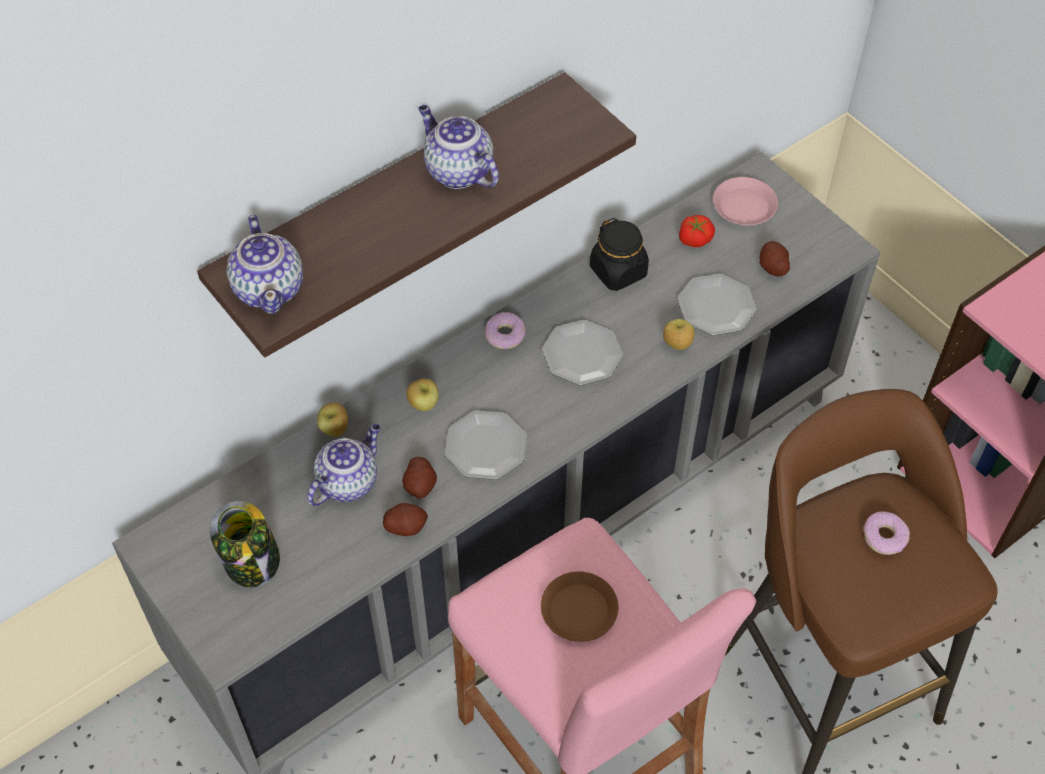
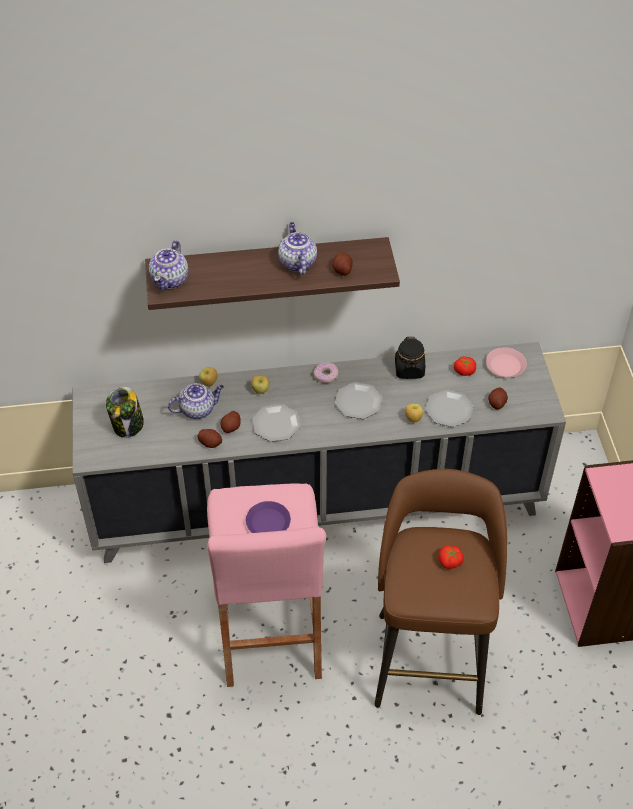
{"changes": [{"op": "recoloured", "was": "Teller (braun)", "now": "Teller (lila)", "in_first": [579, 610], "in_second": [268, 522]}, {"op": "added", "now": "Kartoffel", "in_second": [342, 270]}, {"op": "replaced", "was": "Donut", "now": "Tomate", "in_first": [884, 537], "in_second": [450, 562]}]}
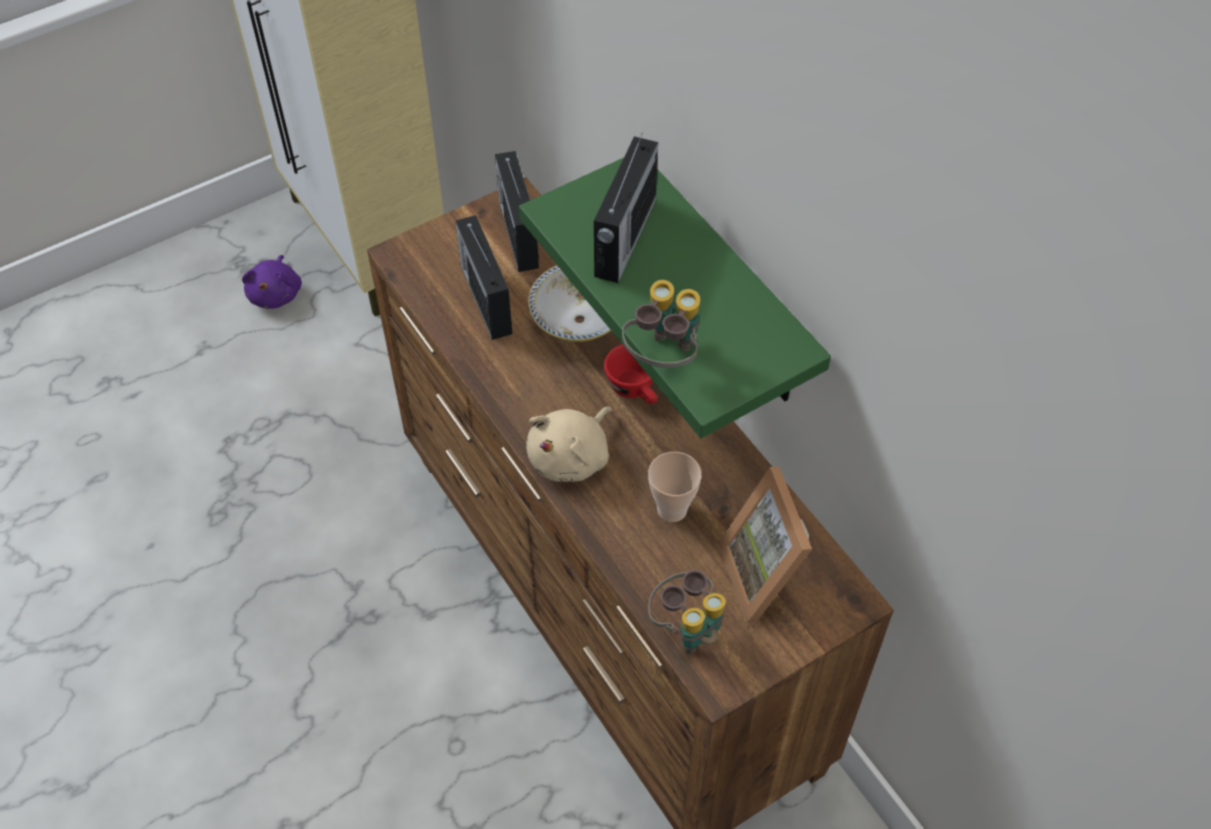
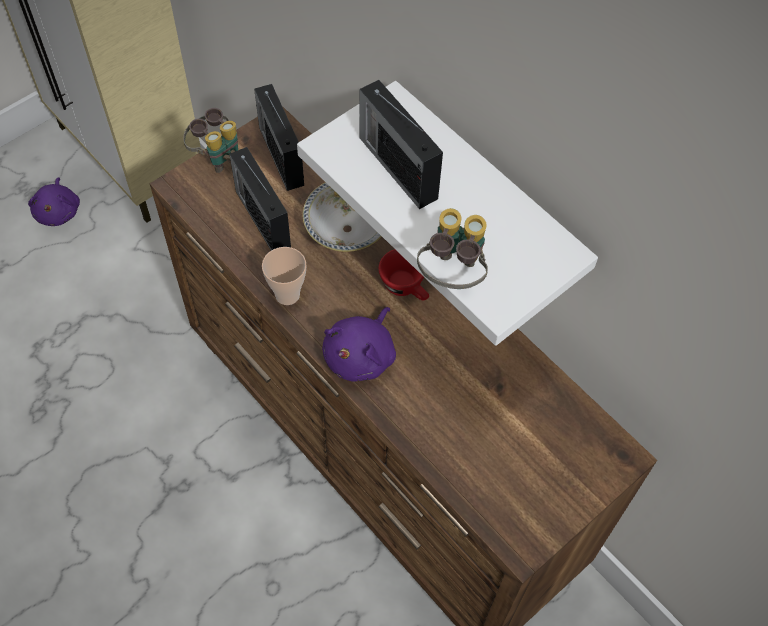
{"changes": [{"op": "moved", "was": "Fernglas", "in_first": [687, 628], "in_second": [217, 156]}, {"op": "moved", "was": "Tasse", "in_first": [672, 509], "in_second": [287, 294]}, {"op": "recoloured", "was": "Wandregal (grün)", "now": "Wandregal (weiß)", "in_first": [726, 287], "in_second": [486, 197]}, {"op": "recoloured", "was": "Plüschtier (beige)", "now": "Plüschtier (lila)", "in_first": [572, 457], "in_second": [361, 355]}, {"op": "turned", "was": "Radio", "in_first": [624, 239], "in_second": [397, 166], "clockwise": 135}, {"op": "removed", "was": "Bilderrahmen", "in_first": [769, 574]}]}
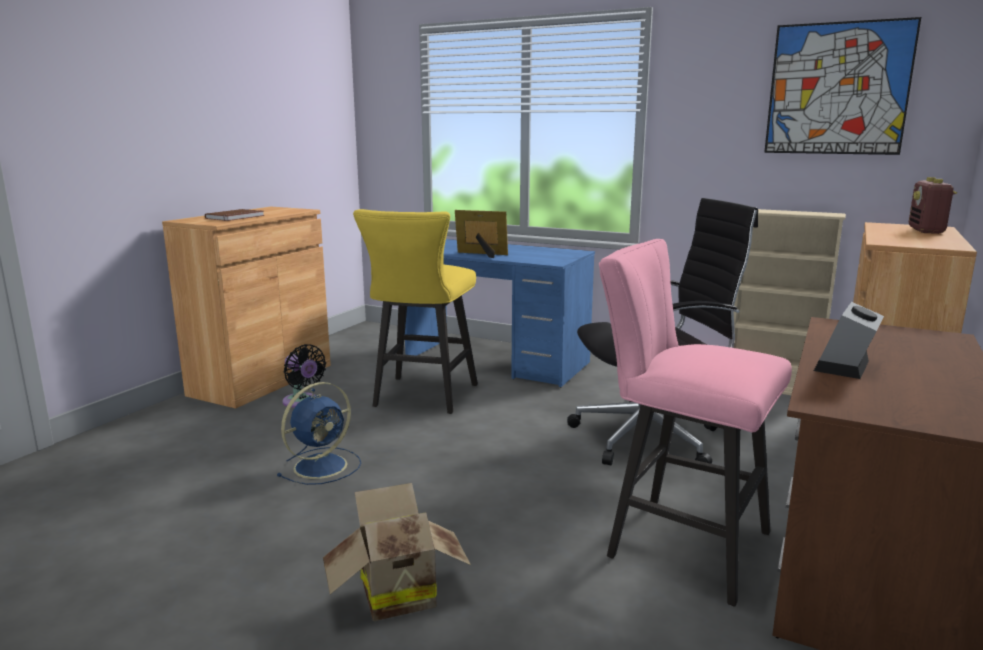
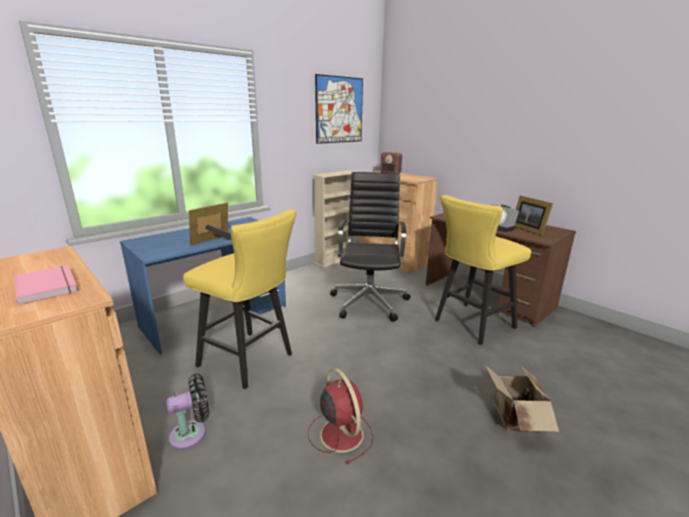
{"changes": [{"op": "recoloured", "was": "Buch (braun)", "now": "Buch (rosa)", "in_first": [236, 217], "in_second": [49, 285]}, {"op": "recoloured", "was": "Ventilator (blau)", "now": "Ventilator (rot)", "in_first": [322, 465], "in_second": [340, 433]}, {"op": "recoloured", "was": "Hocker (rosa)", "now": "Hocker (gelb)", "in_first": [677, 542], "in_second": [470, 325]}, {"op": "added", "now": "Bilderrahmen", "in_second": [528, 229]}]}
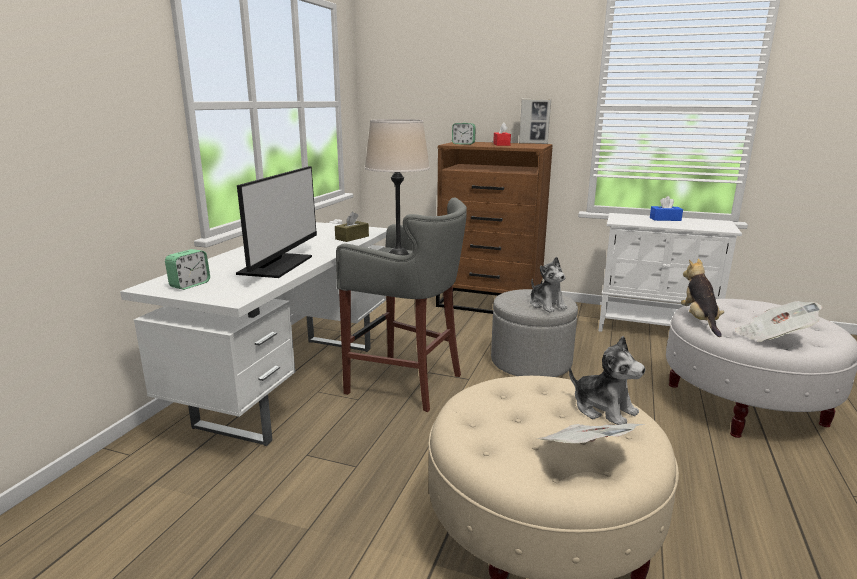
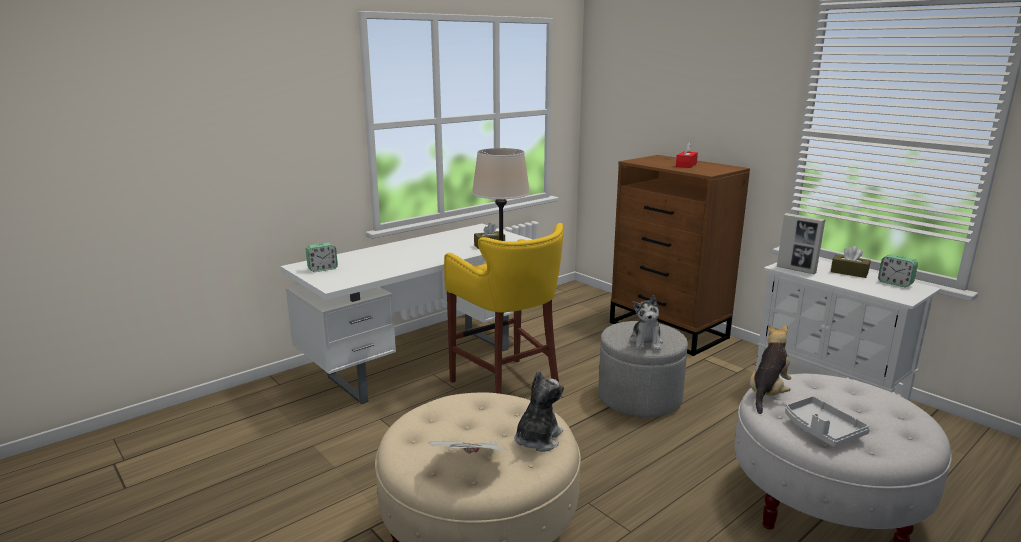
{"changes": [{"op": "recoloured", "was": "Hocker (grau)", "now": "Hocker (gelb)", "in_first": [408, 383], "in_second": [507, 386]}, {"op": "turned", "was": "Plüschtier", "in_first": [603, 409], "in_second": [537, 439], "clockwise": -135}, {"op": "moved", "was": "Bilderrahmen", "in_first": [533, 143], "in_second": [796, 270]}, {"op": "replaced", "was": "Zeitung", "now": "Tablett (grau)", "in_first": [773, 337], "in_second": [821, 430]}, {"op": "recoloured", "was": "Taschentuchbox (blau)", "now": "Taschentuchbox (braun)", "in_first": [665, 219], "in_second": [849, 272]}, {"op": "moved", "was": "Wecker", "in_first": [463, 144], "in_second": [895, 283]}, {"op": "removed", "was": "Monitor", "in_first": [277, 265]}]}
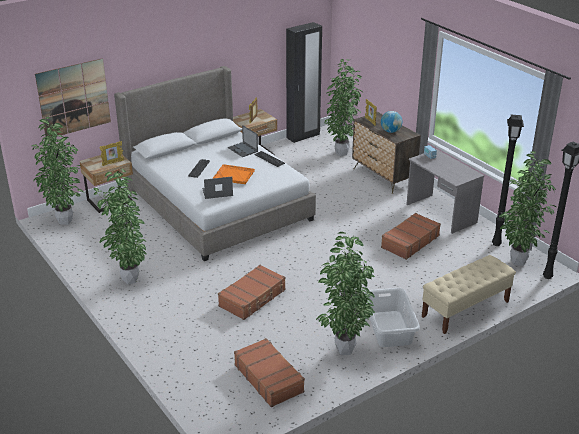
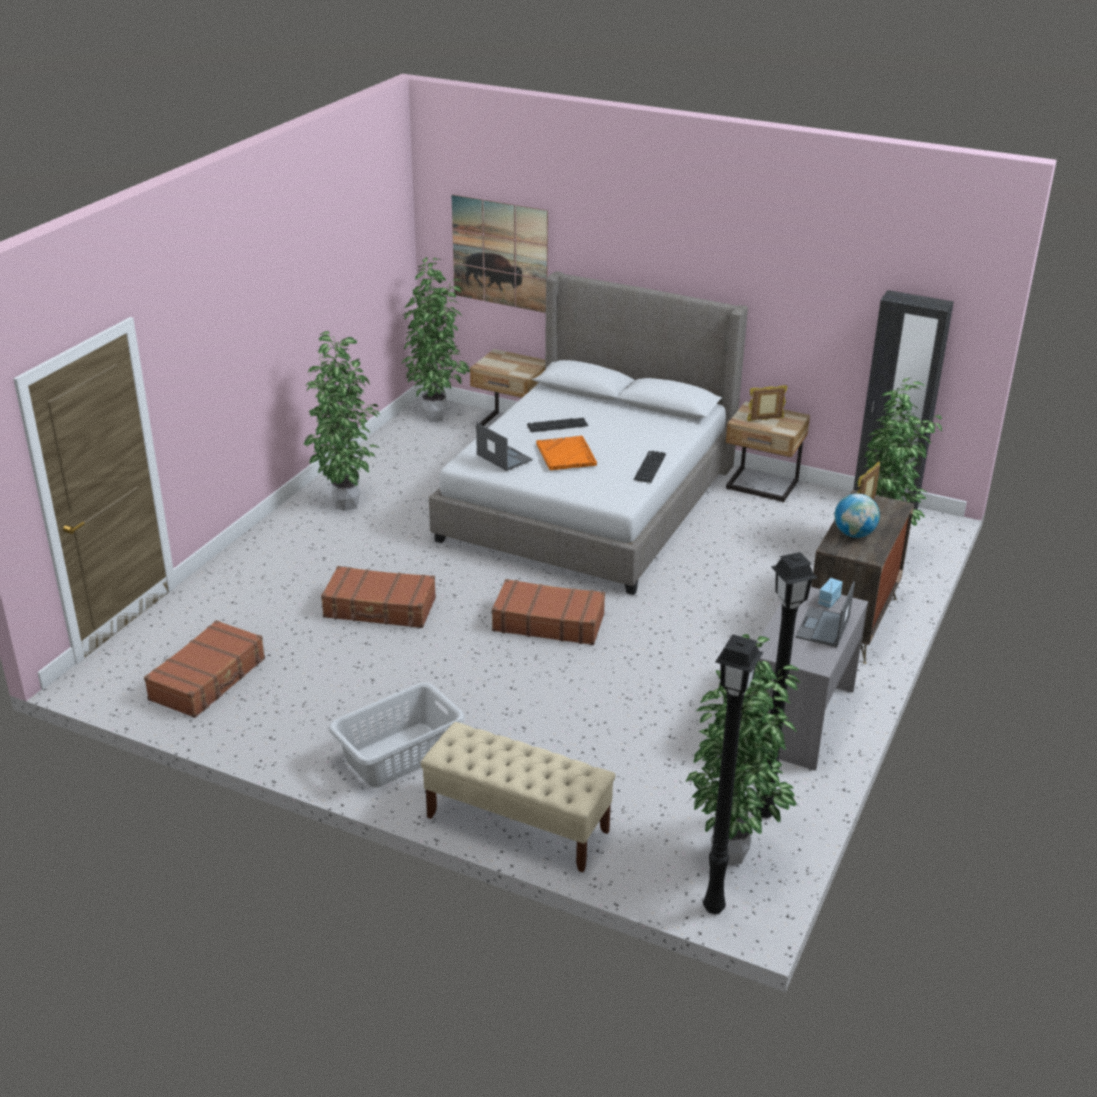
{"changes": [{"op": "moved", "was": "Koffer (braun)", "in_first": [409, 242], "in_second": [548, 622]}, {"op": "moved", "was": "Laptop", "in_first": [243, 150], "in_second": [823, 628]}, {"op": "removed", "was": "Bilderrahmen", "in_first": [113, 163]}, {"op": "removed", "was": "Topfpflanze", "in_first": [343, 351]}]}
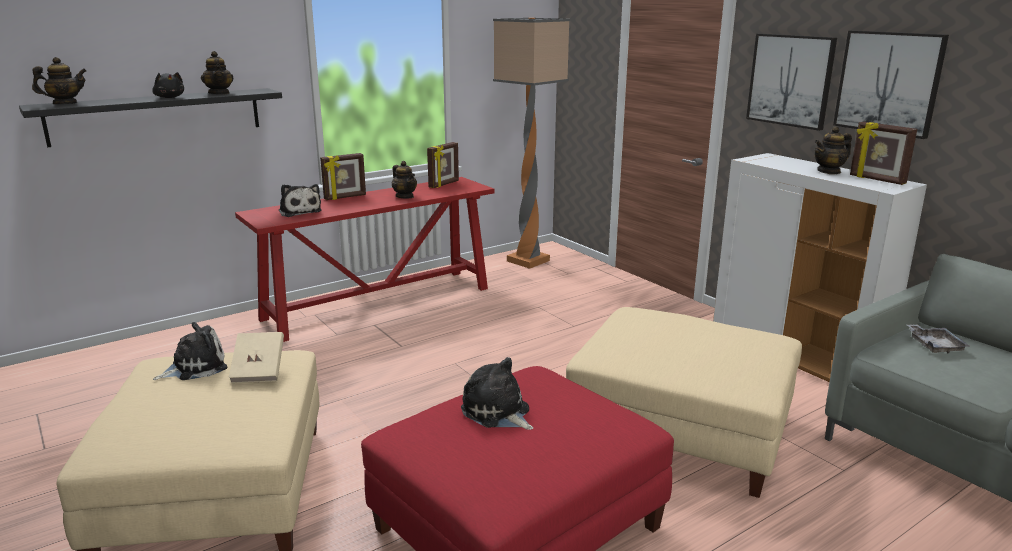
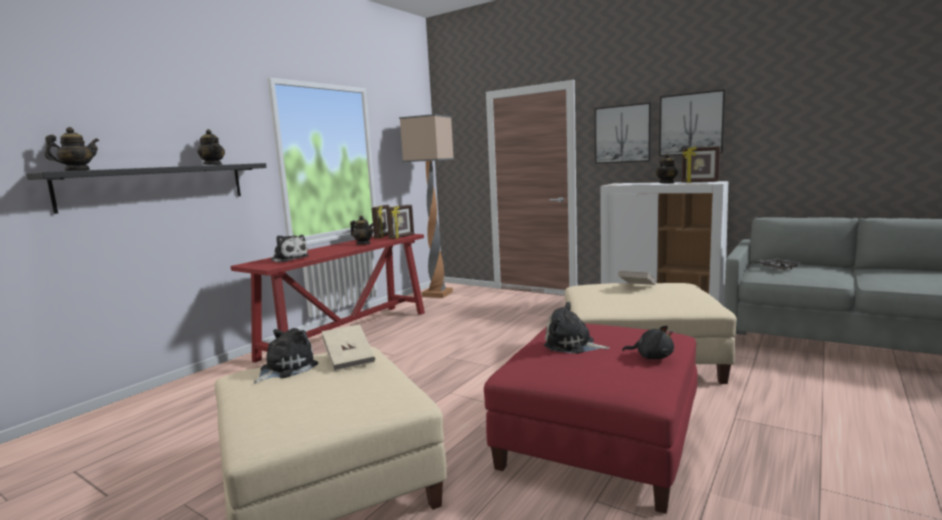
{"changes": [{"op": "moved", "was": "Bilderrahmen", "in_first": [345, 197], "in_second": [402, 237]}, {"op": "added", "now": "Buch (beige)", "in_second": [637, 287]}, {"op": "moved", "was": "Plüschtier (schwarz)", "in_first": [169, 97], "in_second": [652, 357]}]}
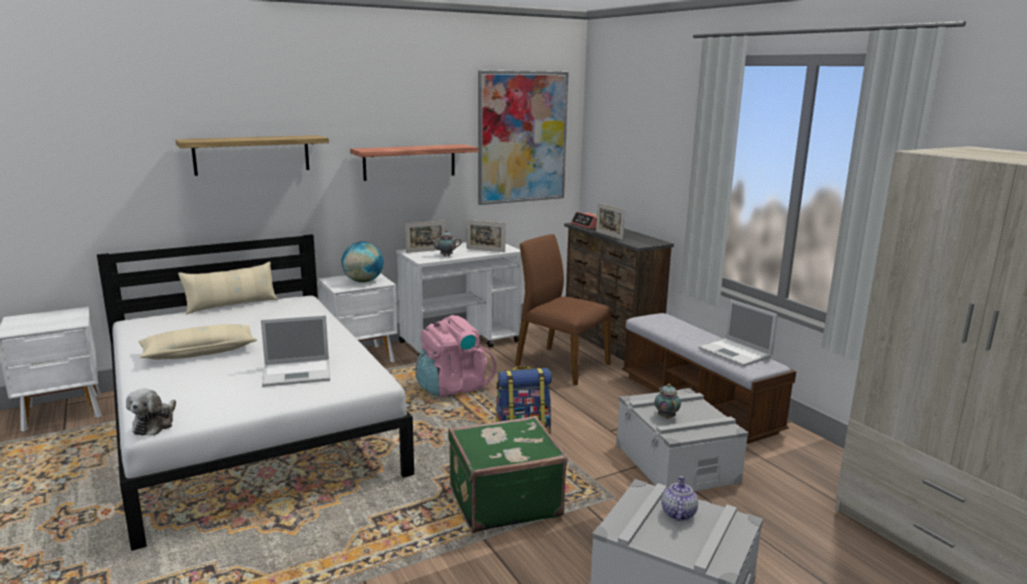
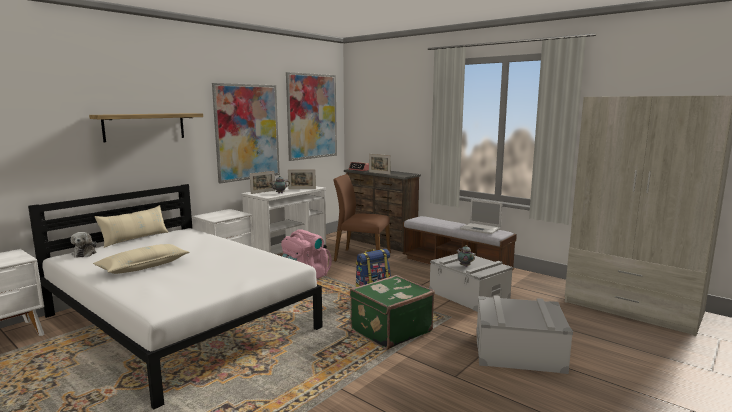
{"changes": [{"op": "moved", "was": "Plüschtier", "in_first": [155, 424], "in_second": [85, 253]}, {"op": "replaced", "was": "Wandregal", "now": "Bild", "in_first": [409, 162], "in_second": [247, 132]}, {"op": "removed", "was": "Laptop", "in_first": [298, 373]}, {"op": "removed", "was": "Globus", "in_first": [363, 281]}, {"op": "removed", "was": "Teekanne", "in_first": [678, 513]}]}
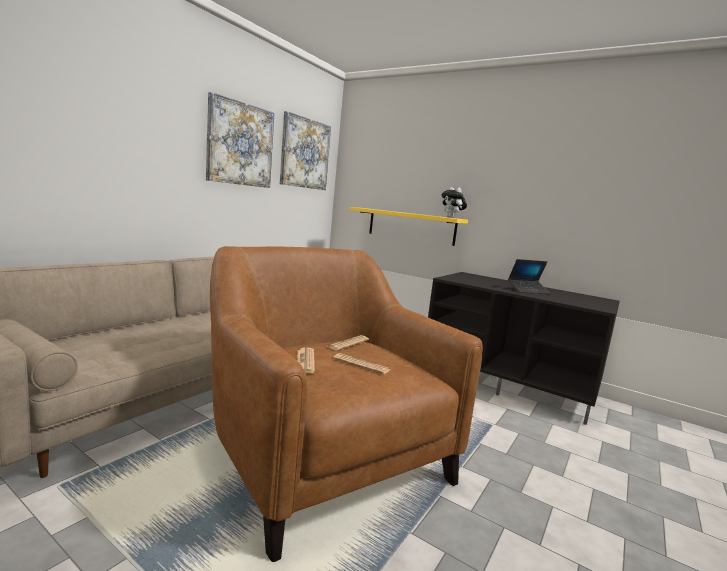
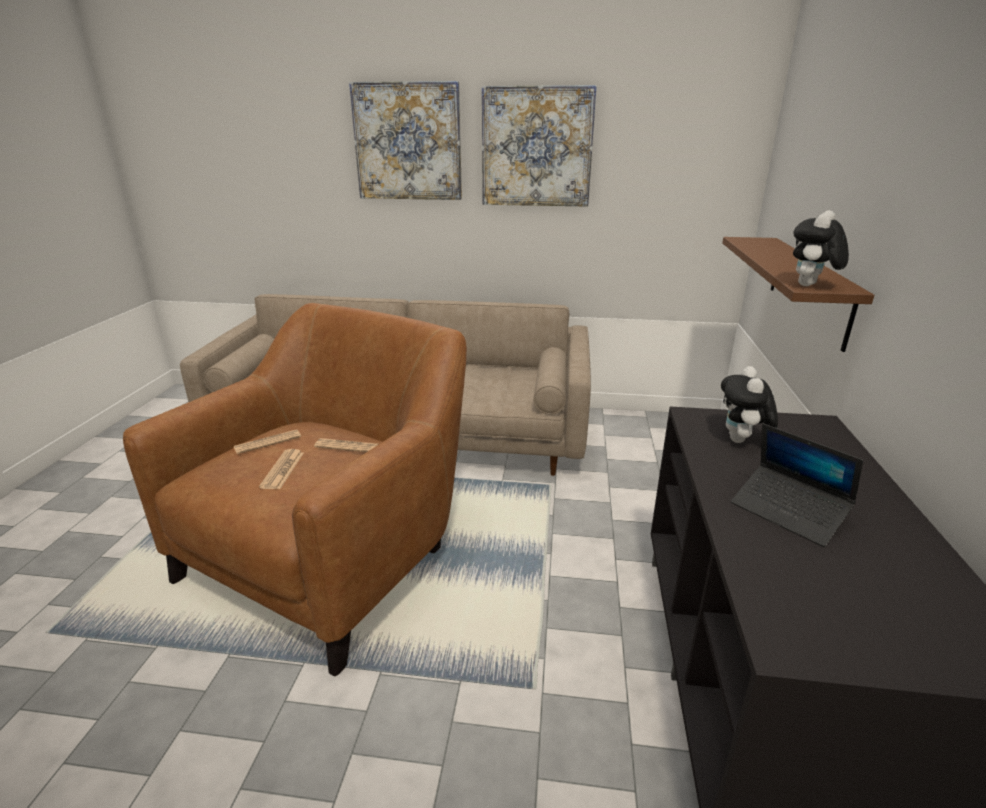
{"changes": [{"op": "moved", "was": "Bild", "in_first": [305, 153], "in_second": [408, 142]}, {"op": "added", "now": "Plüschtier", "in_second": [741, 441]}, {"op": "recoloured", "was": "Wandregal (gelb)", "now": "Wandregal (braun)", "in_first": [411, 226], "in_second": [809, 288]}]}
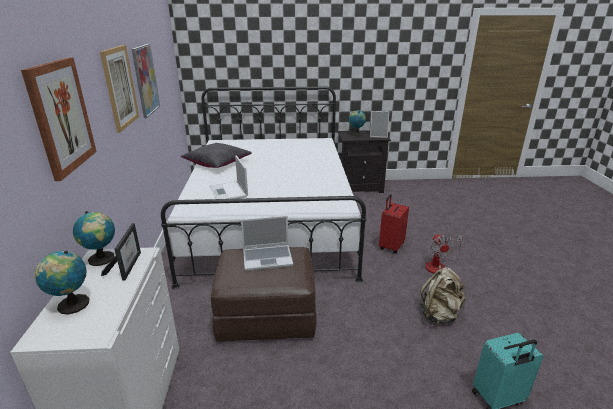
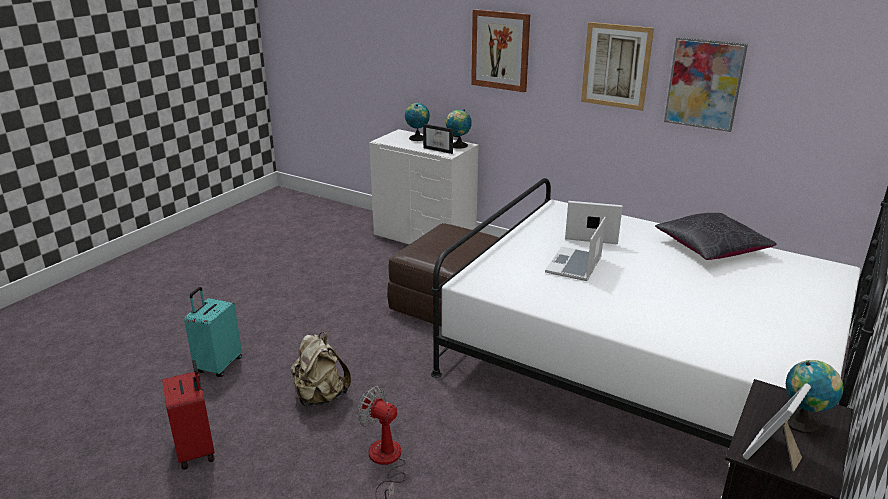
{"changes": [{"op": "moved", "was": "Koffer (rot)", "in_first": [390, 246], "in_second": [197, 450]}, {"op": "moved", "was": "Laptop", "in_first": [268, 258], "in_second": [574, 266]}]}
